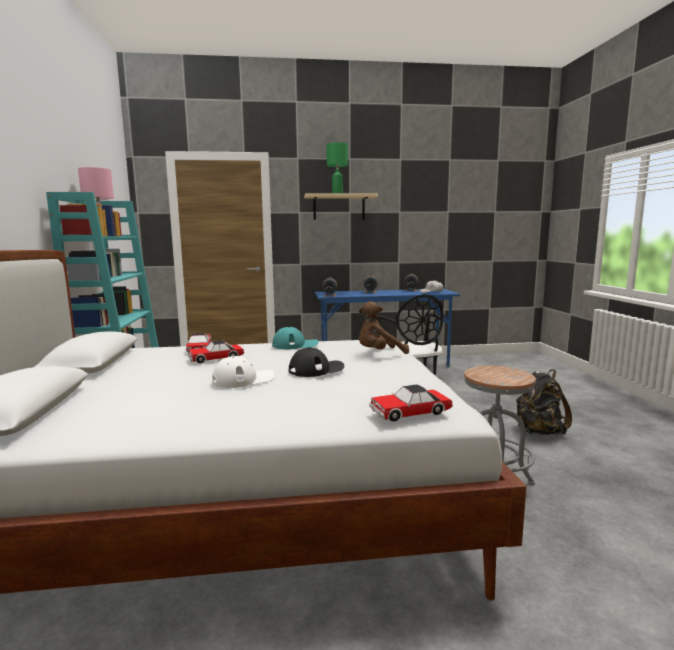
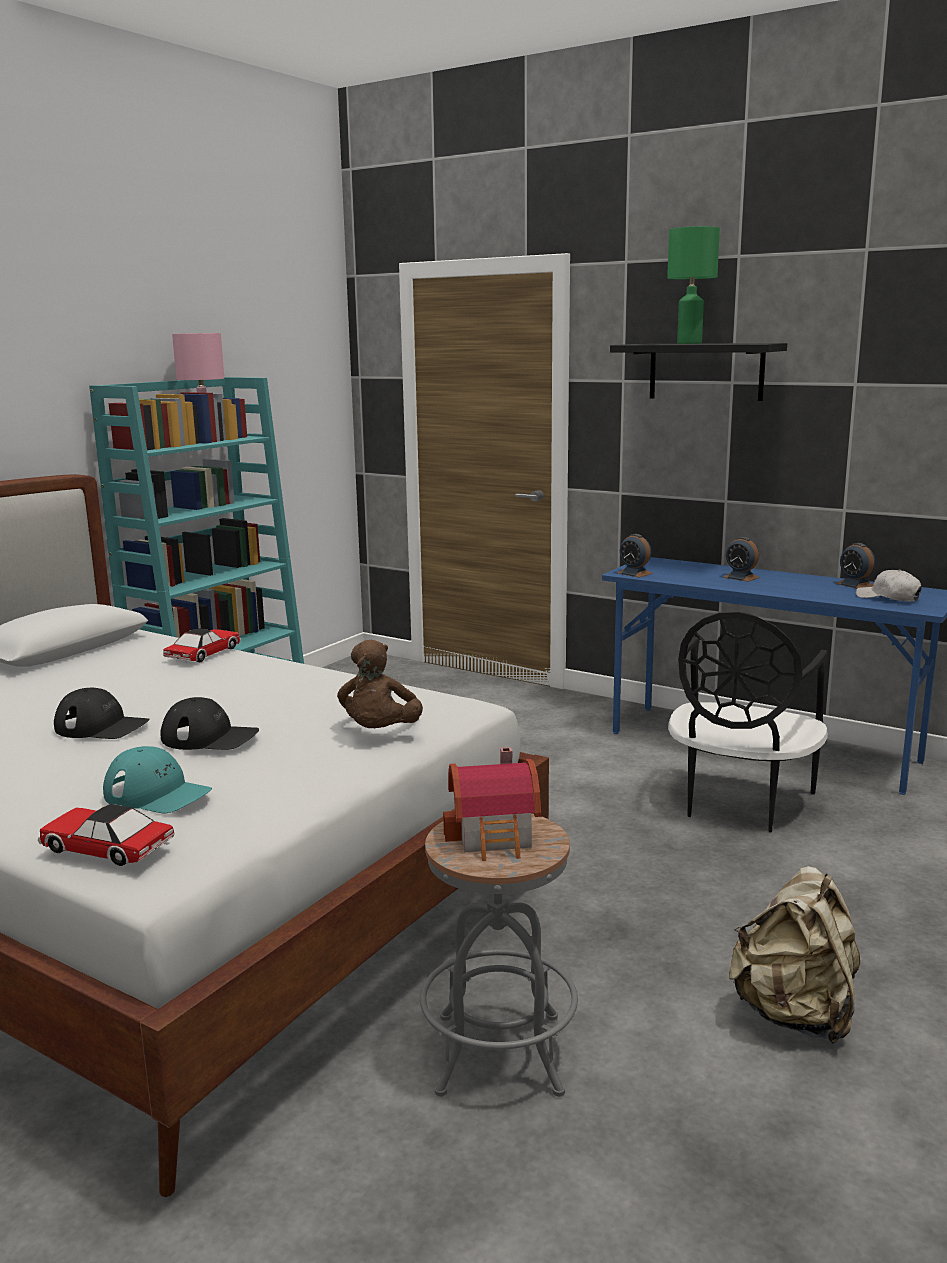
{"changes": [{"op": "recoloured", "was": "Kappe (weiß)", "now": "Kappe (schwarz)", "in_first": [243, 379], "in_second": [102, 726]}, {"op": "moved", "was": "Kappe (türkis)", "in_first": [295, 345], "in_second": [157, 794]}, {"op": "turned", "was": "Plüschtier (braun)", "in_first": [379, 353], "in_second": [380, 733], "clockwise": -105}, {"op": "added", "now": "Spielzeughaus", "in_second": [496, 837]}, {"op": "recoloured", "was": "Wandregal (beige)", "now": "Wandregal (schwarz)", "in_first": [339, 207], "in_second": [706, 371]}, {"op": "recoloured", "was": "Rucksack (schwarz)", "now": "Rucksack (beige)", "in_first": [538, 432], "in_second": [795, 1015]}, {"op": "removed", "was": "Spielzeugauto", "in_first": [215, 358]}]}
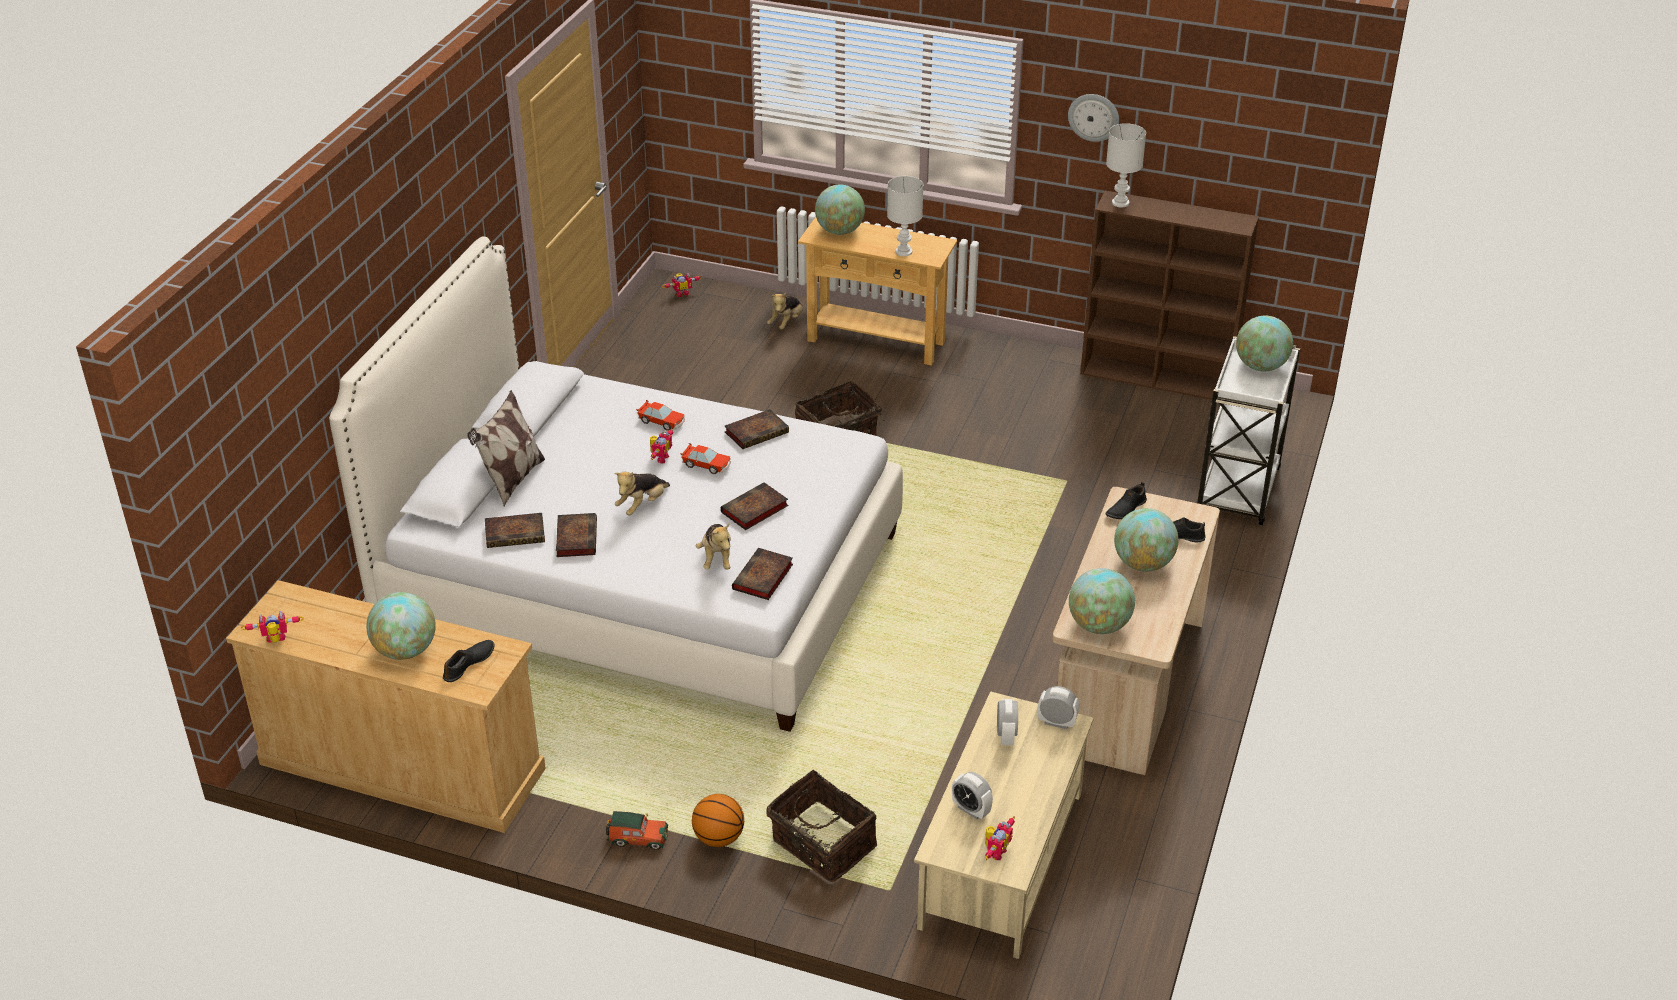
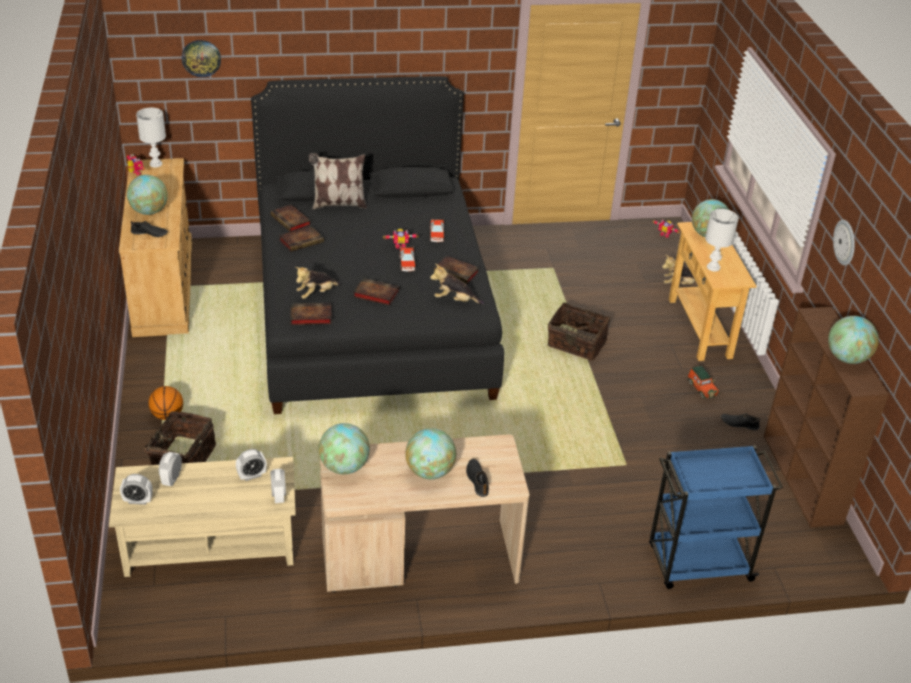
{"changes": [{"op": "replaced", "was": "Spielzeugroboter", "now": "Wecker", "in_first": [995, 852], "in_second": [138, 501]}, {"op": "moved", "was": "Tischlampe (weiß)", "in_first": [1121, 203], "in_second": [156, 164]}, {"op": "added", "now": "Wanduhr", "in_second": [201, 58]}, {"op": "recoloured", "was": "Bett (weiß)", "now": "Bett (schwarz)", "in_first": [640, 580], "in_second": [371, 313]}, {"op": "moved", "was": "Plüschtier", "in_first": [642, 505], "in_second": [455, 300]}, {"op": "recoloured", "was": "Rollwagen (weiß)", "now": "Rollwagen (blau)", "in_first": [1238, 492], "in_second": [698, 563]}, {"op": "moved", "was": "Spielzeugauto", "in_first": [637, 838], "in_second": [701, 388]}, {"op": "moved", "was": "Schuh (schwarz)", "in_first": [1125, 509], "in_second": [739, 424]}, {"op": "moved", "was": "Globus", "in_first": [1260, 366], "in_second": [847, 358]}]}
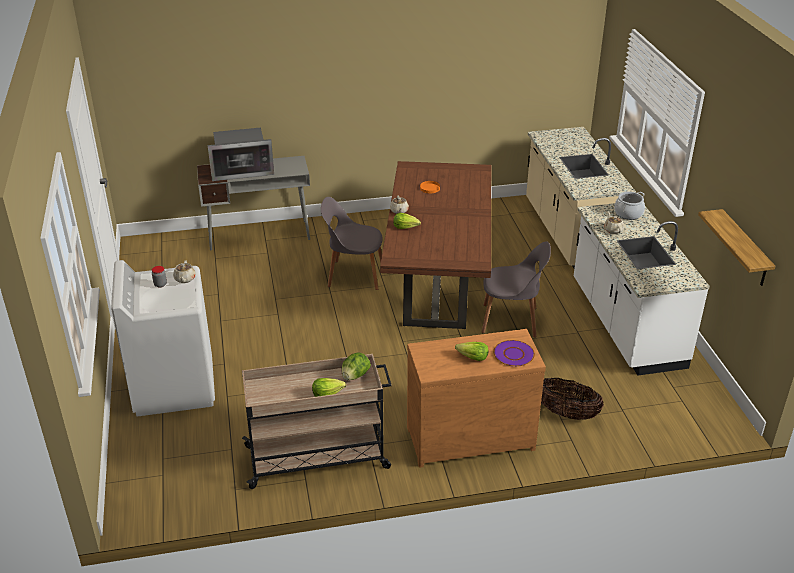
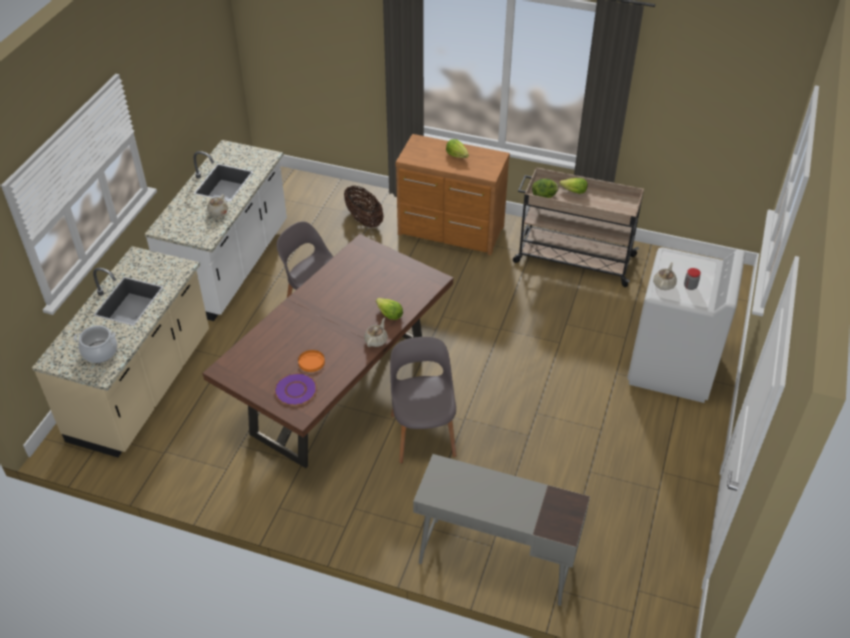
{"changes": [{"op": "moved", "was": "Kochtopf", "in_first": [628, 213], "in_second": [100, 352]}, {"op": "moved", "was": "Teller (lila)", "in_first": [513, 354], "in_second": [295, 390]}, {"op": "turned", "was": "Stuhl (grau)", "in_first": [354, 275], "in_second": [423, 433], "clockwise": -135}, {"op": "removed", "was": "Mikrowelle", "in_first": [242, 170]}, {"op": "removed", "was": "Wandregal", "in_first": [744, 249]}]}
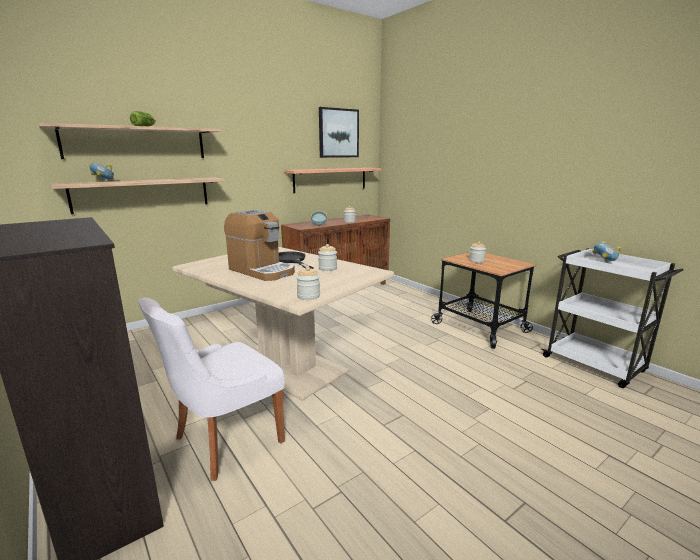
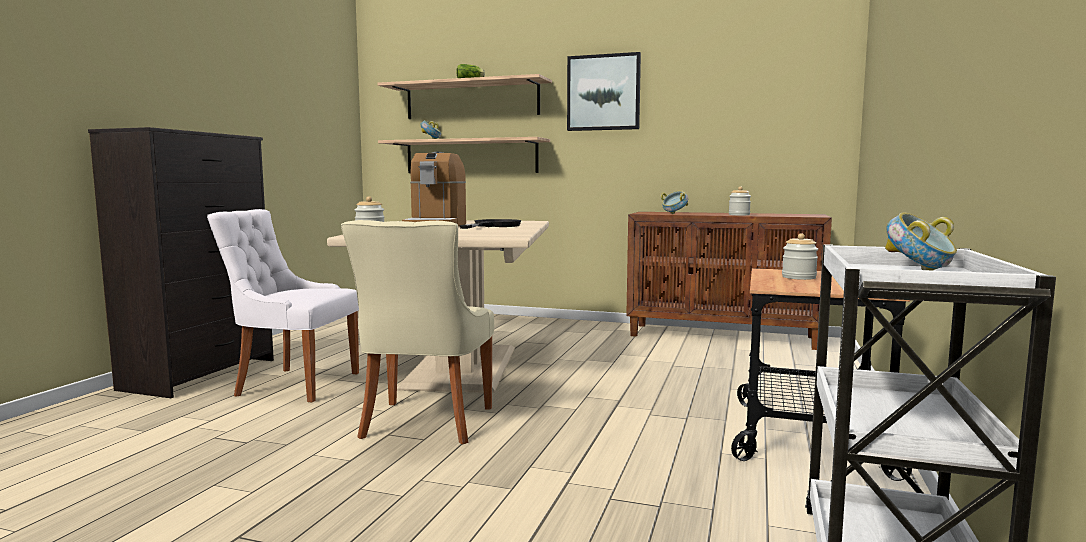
{"changes": [{"op": "added", "now": "Stuhl (beige)", "in_second": [425, 424]}, {"op": "moved", "was": "Bild", "in_first": [338, 133], "in_second": [603, 92]}, {"op": "removed", "was": "Wandregal", "in_first": [330, 179]}, {"op": "removed", "was": "Vorratsglas", "in_first": [327, 268]}]}
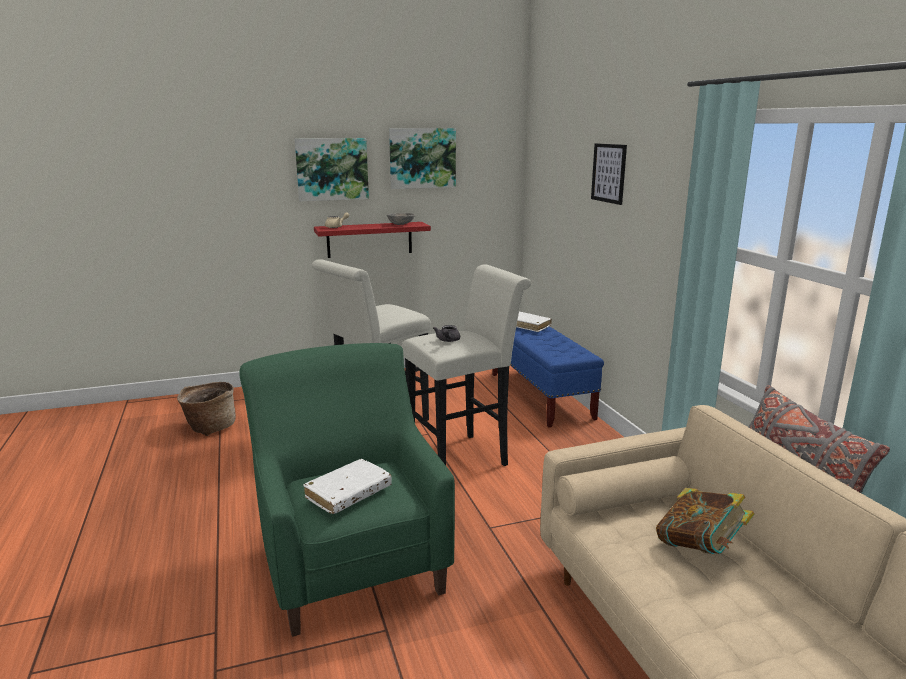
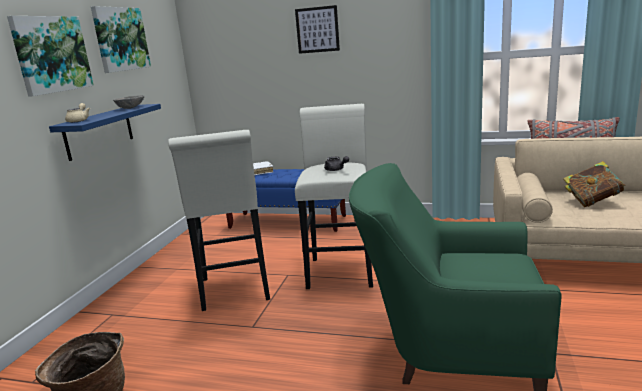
{"changes": [{"op": "recoloured", "was": "Wandregal (rot)", "now": "Wandregal (blau)", "in_first": [369, 239], "in_second": [99, 131]}, {"op": "removed", "was": "Buch (weiß)", "in_first": [348, 493]}]}
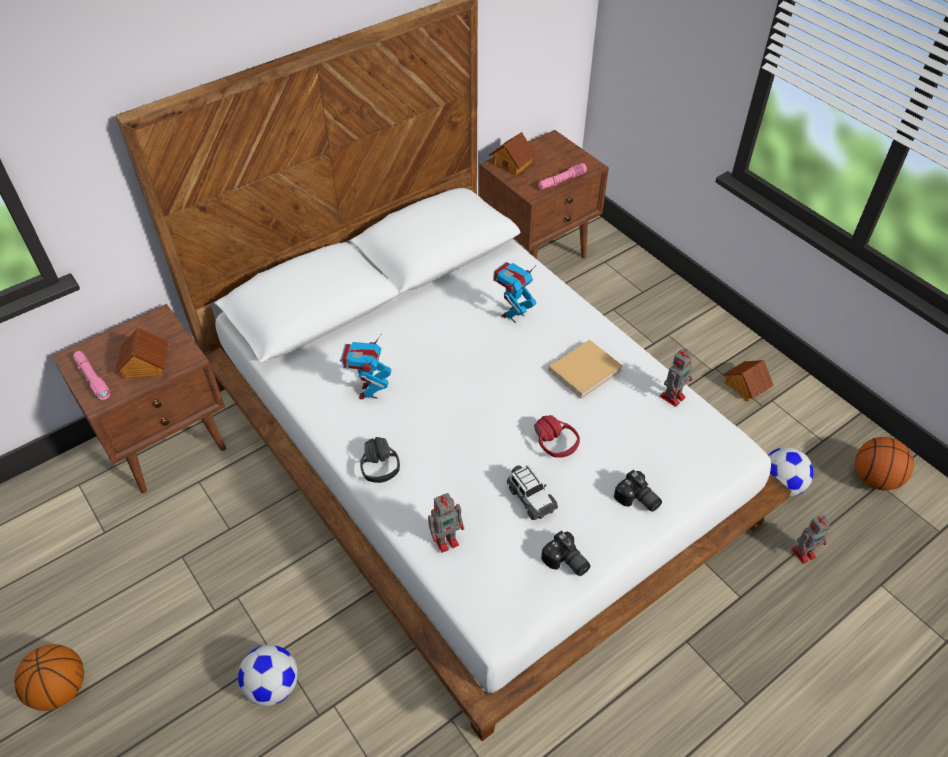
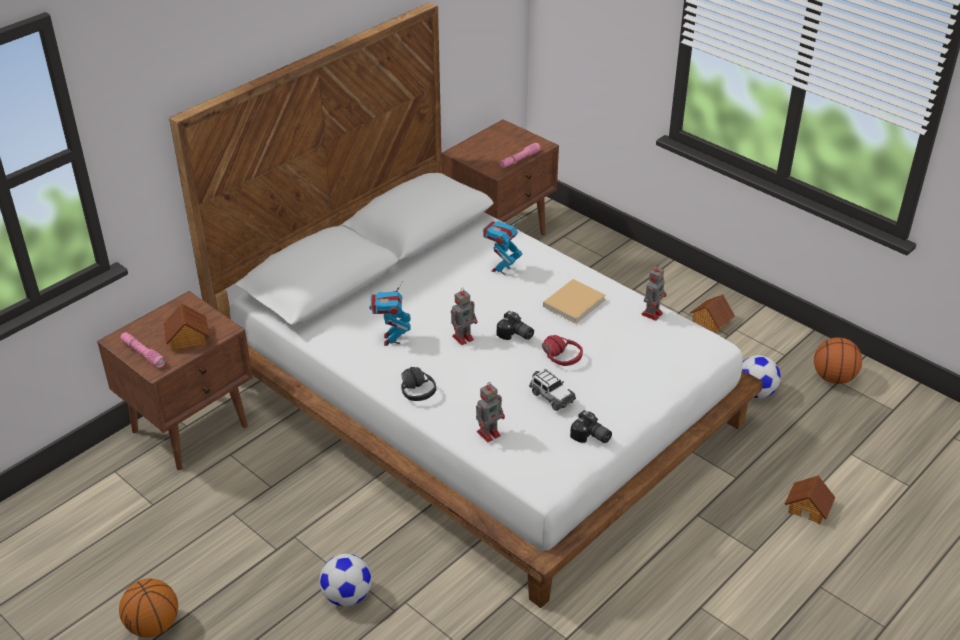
{"changes": [{"op": "moved", "was": "Spielzeugroboter", "in_first": [804, 552], "in_second": [463, 337]}, {"op": "moved", "was": "Kamera", "in_first": [637, 500], "in_second": [515, 335]}, {"op": "moved", "was": "Spielzeughaus", "in_first": [512, 163], "in_second": [808, 508]}]}
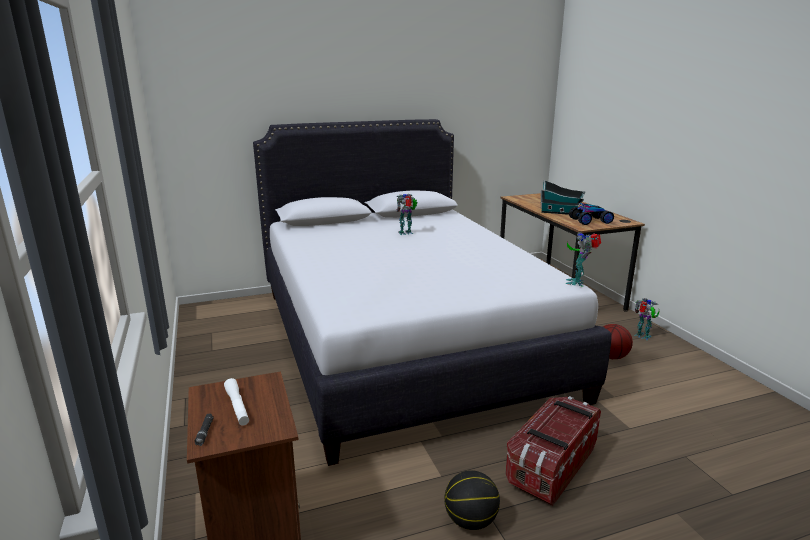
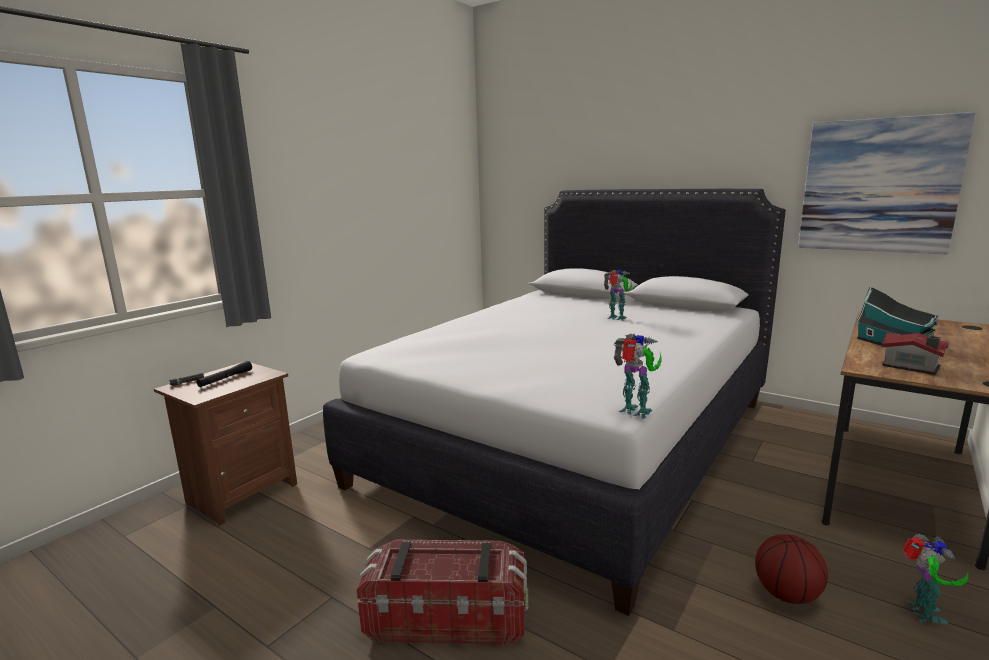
{"changes": [{"op": "recoloured", "was": "Taschenlampe (weiß)", "now": "Taschenlampe (schwarz)", "in_first": [237, 407], "in_second": [225, 379]}, {"op": "turned", "was": "Spielzeugroboter", "in_first": [578, 282], "in_second": [636, 413], "clockwise": 60}, {"op": "added", "now": "Bild", "in_second": [878, 186]}, {"op": "replaced", "was": "Spielzeugauto", "now": "Spielzeughaus", "in_first": [590, 221], "in_second": [912, 367]}, {"op": "removed", "was": "Basketball", "in_first": [470, 520]}]}
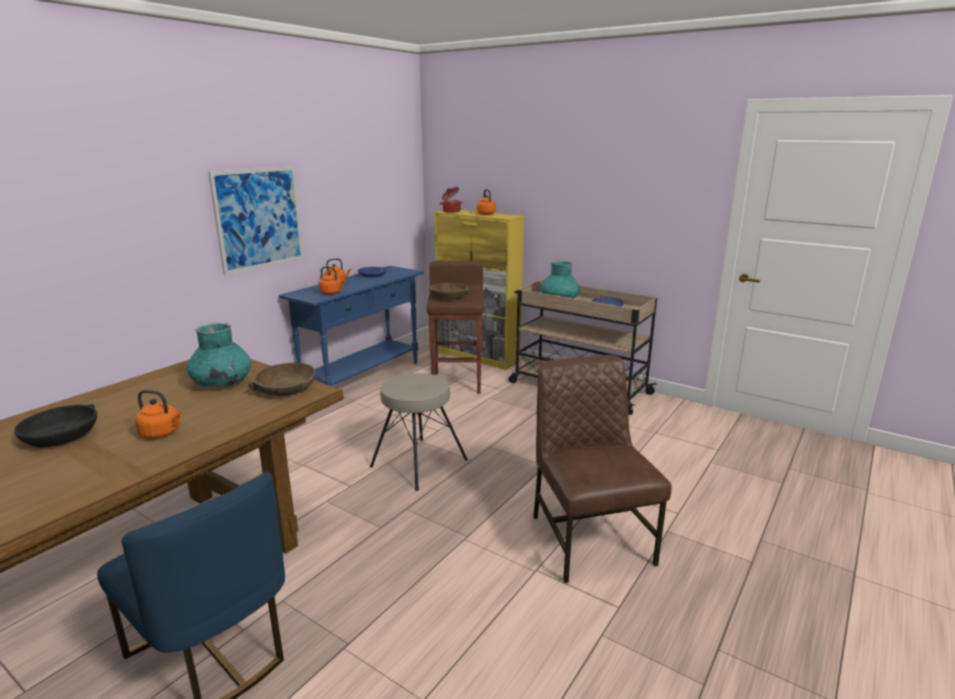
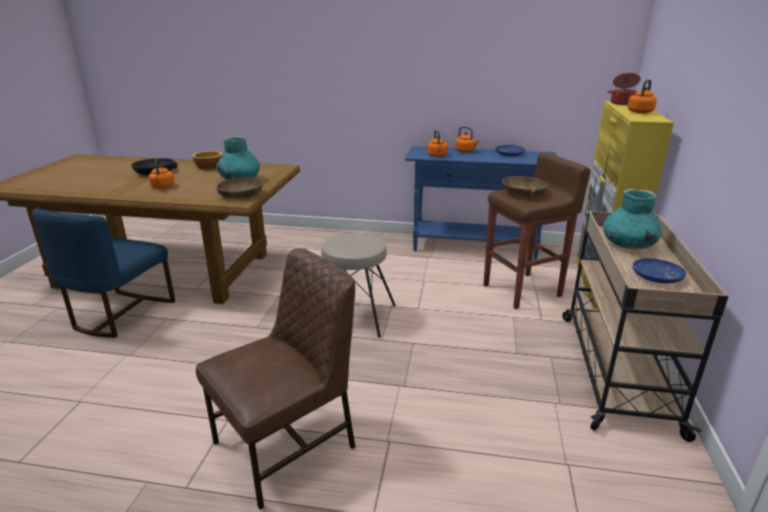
{"changes": [{"op": "added", "now": "Schüssel", "in_second": [208, 167]}, {"op": "removed", "was": "Bild", "in_first": [259, 218]}]}
